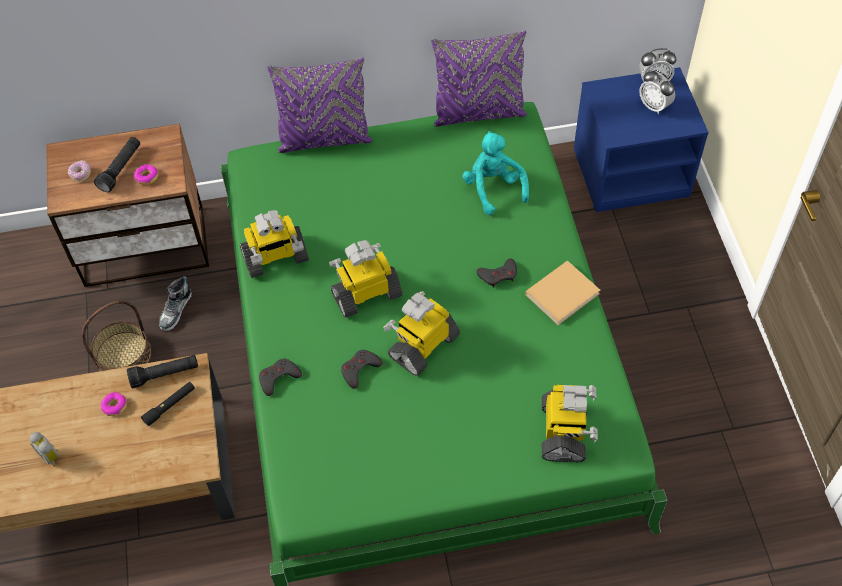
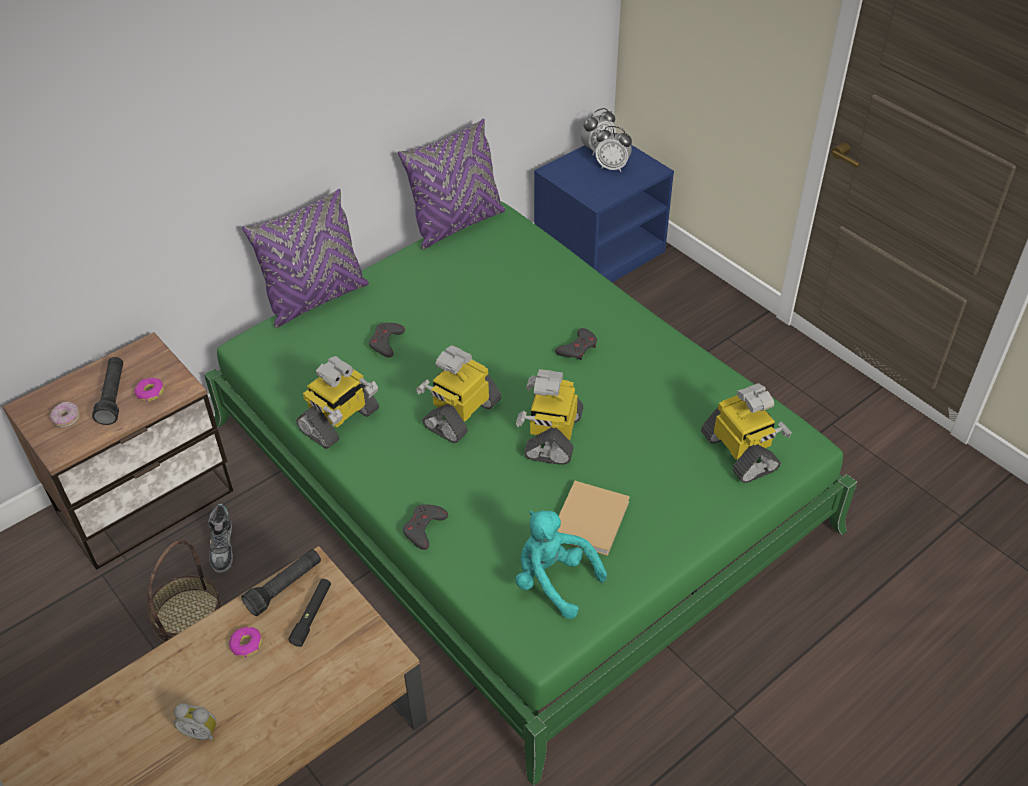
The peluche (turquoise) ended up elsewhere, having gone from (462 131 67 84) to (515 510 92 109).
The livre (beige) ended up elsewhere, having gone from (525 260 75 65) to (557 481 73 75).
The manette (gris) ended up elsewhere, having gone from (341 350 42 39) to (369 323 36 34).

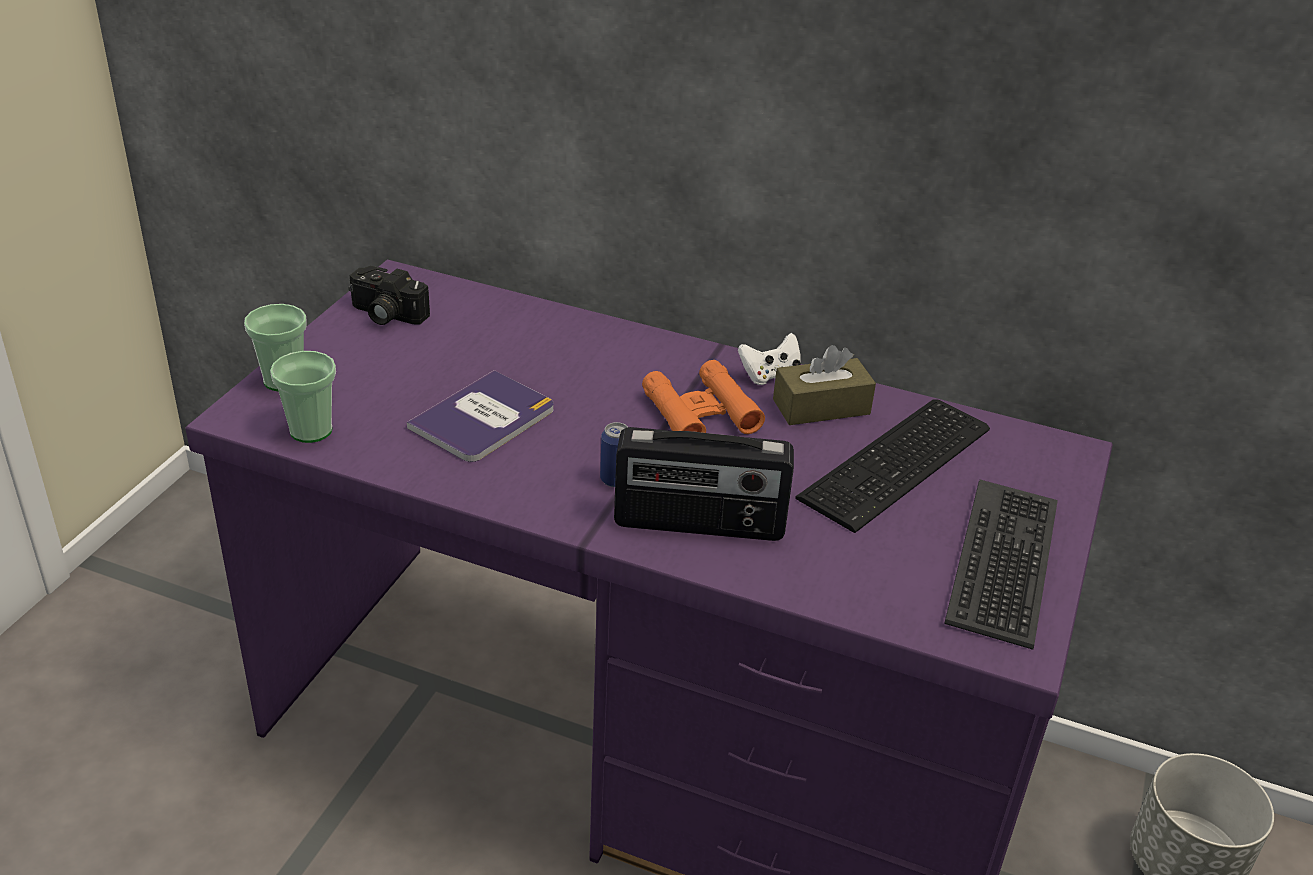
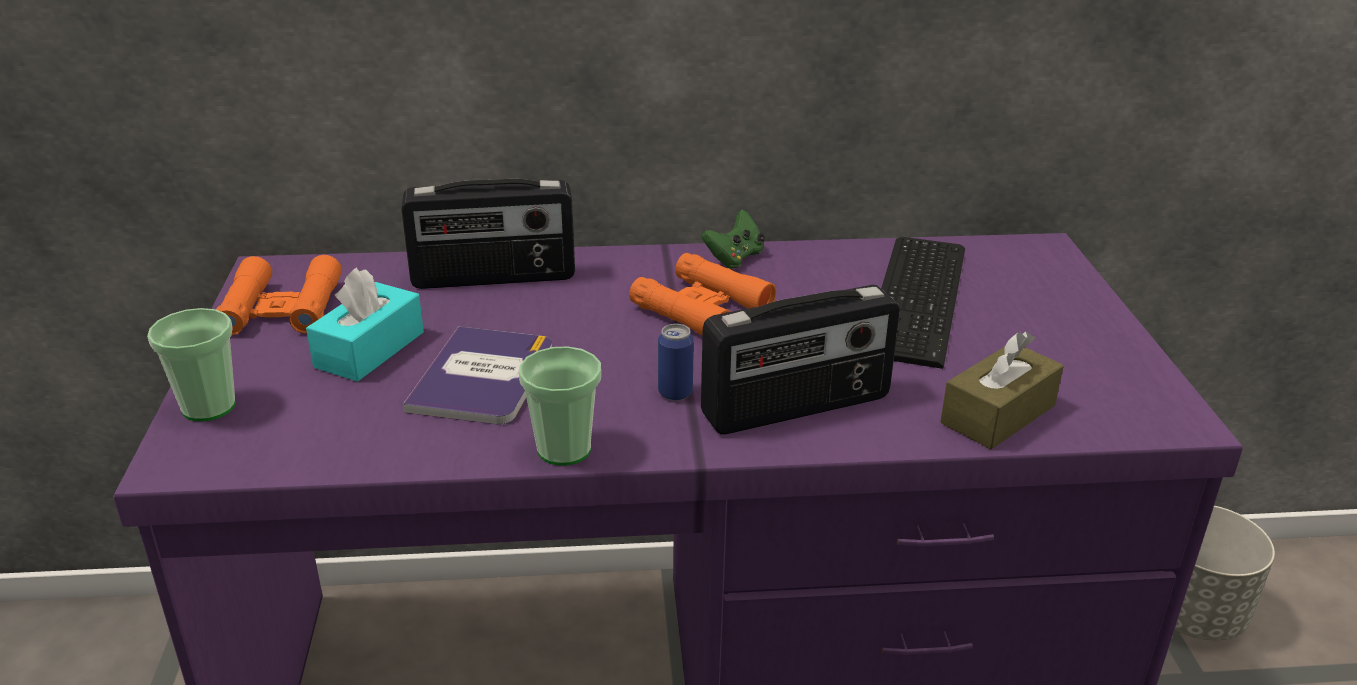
Where the appareil photo stood at (349 266 81 59), the jumelles (orange) came to stand at (216 255 126 80).
What was the manette (blanc) at (738 333 63 52) turned into the manette (vert) at (702 210 63 59).
The boîte à mouchoirs (marron) ended up elsewhere, having gone from (773 345 103 80) to (940 331 124 118).
The tasse ended up elsewhere, having gone from (270 351 66 92) to (519 346 82 120).
The second view lost the clavier at (944 480 114 170).
The second view gained the radio at (402 179 173 110).
The second view gained the boîte à mouchoirs (turquoise) at (306 268 118 114).

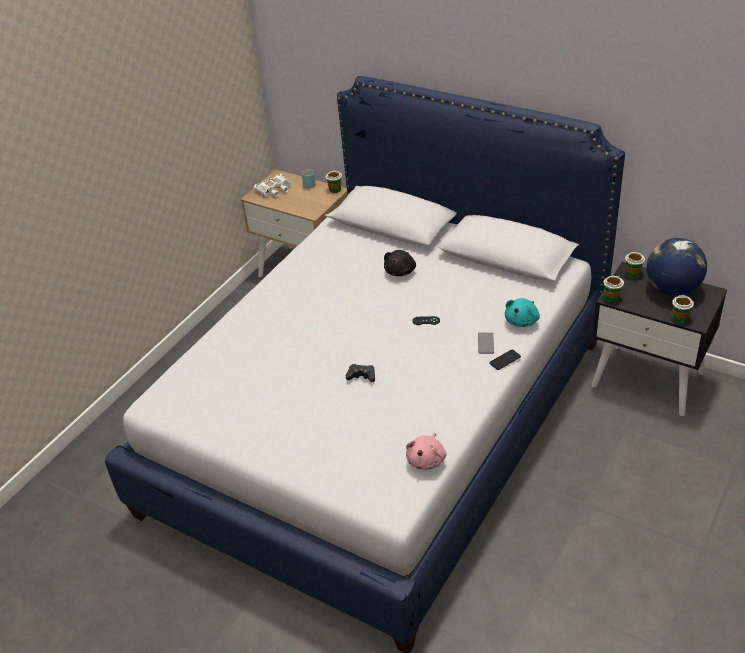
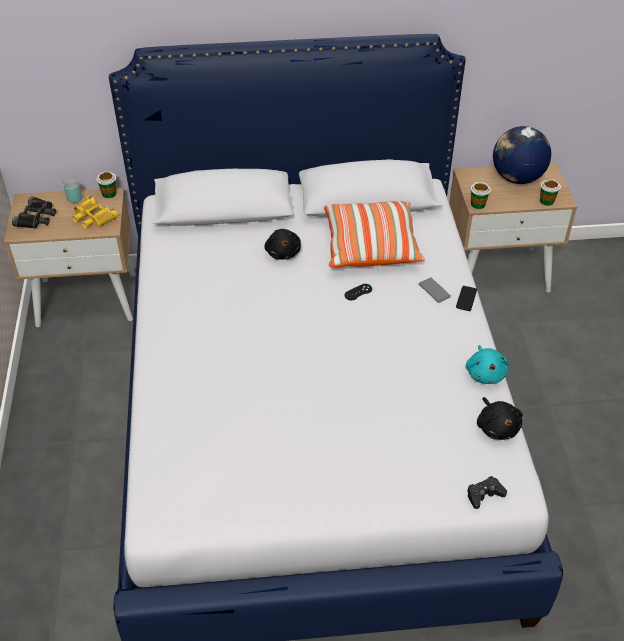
What was the jumelles (blanc) at (254 173 37 24) turned into the jumelles (noir) at (12 196 44 33).
The second view lost the tasse at (625 252 20 26).
What was the table de chevet (noir) at (592 262 135 154) turned into the table de chevet (beige) at (449 162 128 130).
The peluche (turquoise) ended up elsewhere, having gone from (505 298 35 29) to (466 345 43 39).
The manette (noir) ended up elsewhere, having gone from (346 364 29 18) to (467 476 40 33).
What was the peluche (rose) at (406 433 40 37) turned into the peluche (noir) at (477 397 46 43).
The second view gained the jumelles (jaune) at (72 196 46 33).
The second view gained the coussin at (324 201 101 66).

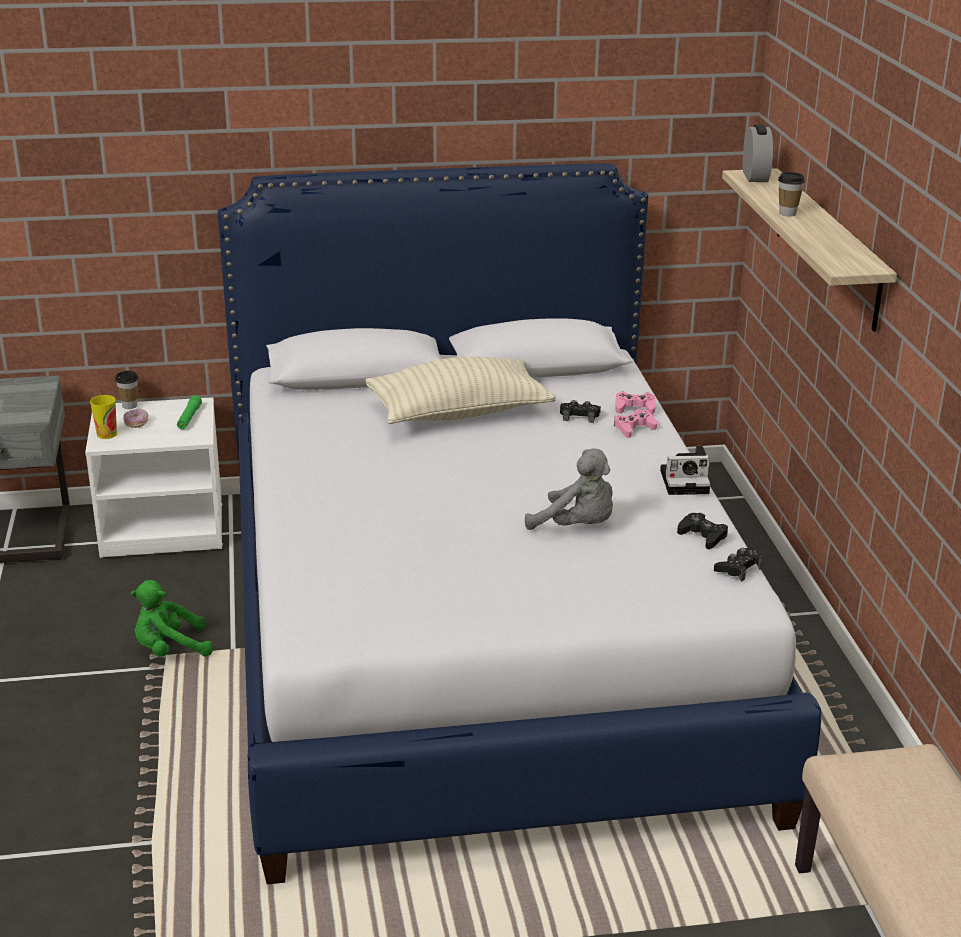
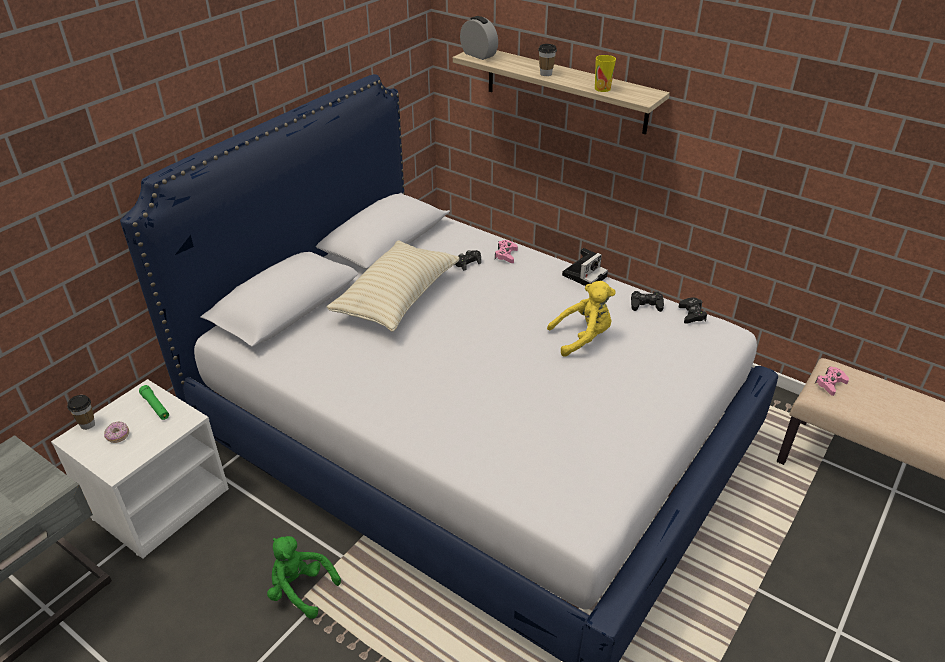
The manette (rose) ended up elsewhere, having gone from (615 392 40 23) to (815 367 34 29).
The tasse ended up elsewhere, having gone from (90 395 27 44) to (595 55 21 37).
What was the peluche (gris) at (525 448 88 82) turned into the peluche (jaune) at (547 281 69 76).
The peluche (vert) at (130 580 83 77) ended up facing another way, 90 degrees clockwise from before.

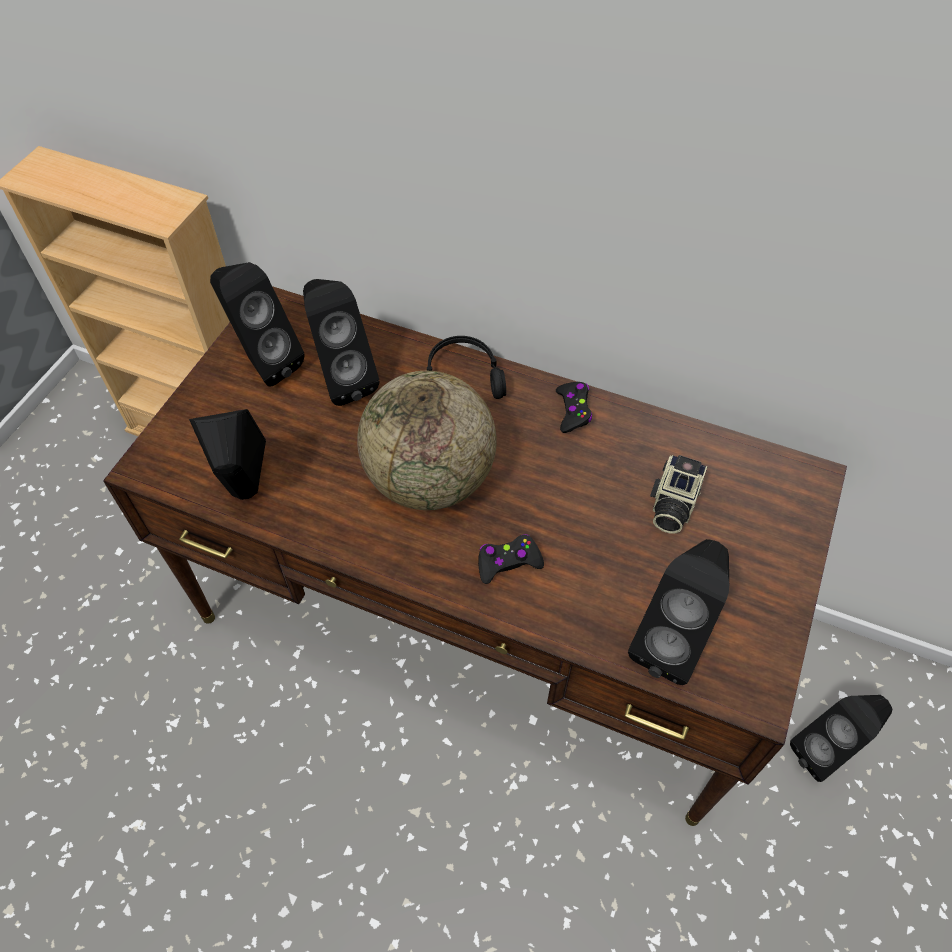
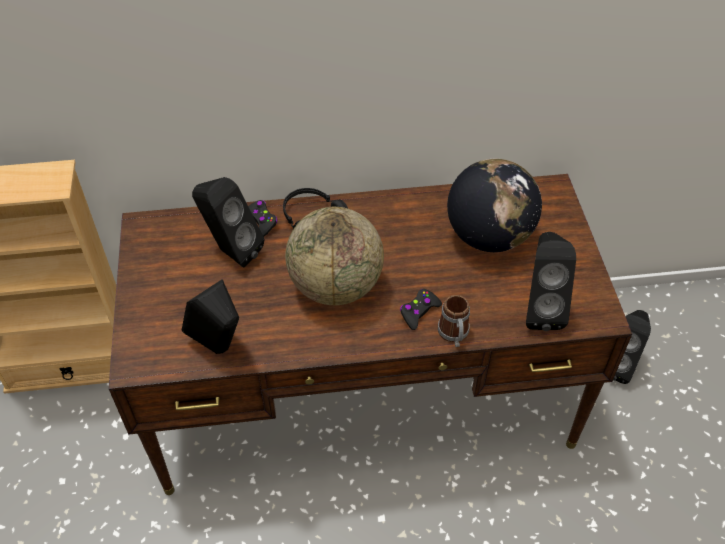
The second view lost the enceinte (noir) at (210 262 95 125).
The manette (noir) ended up elsewhere, having gone from (556 382 36 51) to (248 200 30 37).
Where the appareil photo stood at (650 455 58 79), the globe came to stand at (447 159 95 93).
The second view gained the mug at (438 295 32 52).

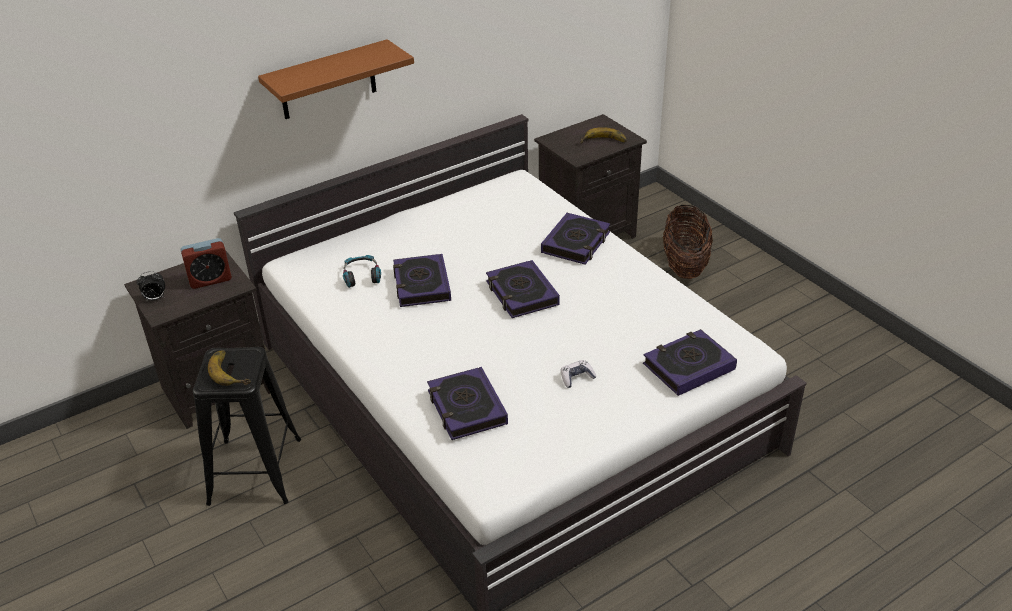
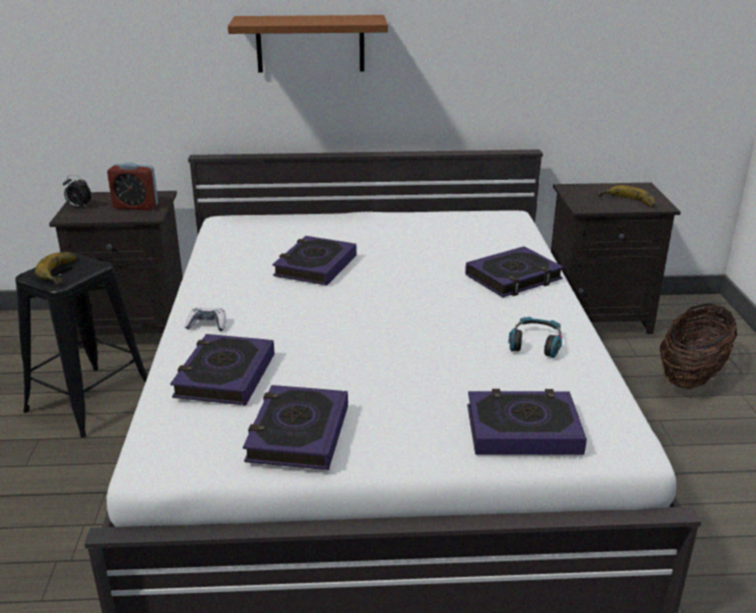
The casque audio ended up elsewhere, having gone from (343 255 38 33) to (509 317 53 41).
The livre ended up elsewhere, having gone from (486 260 74 58) to (243 385 105 85).
The manette ended up elsewhere, having gone from (561 360 36 28) to (185 307 41 24).

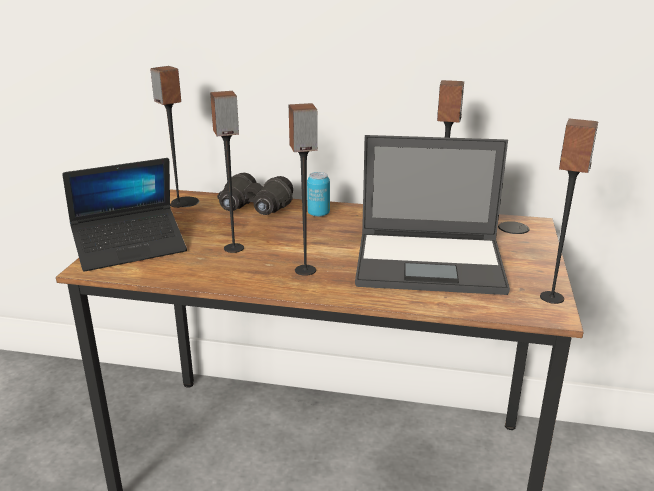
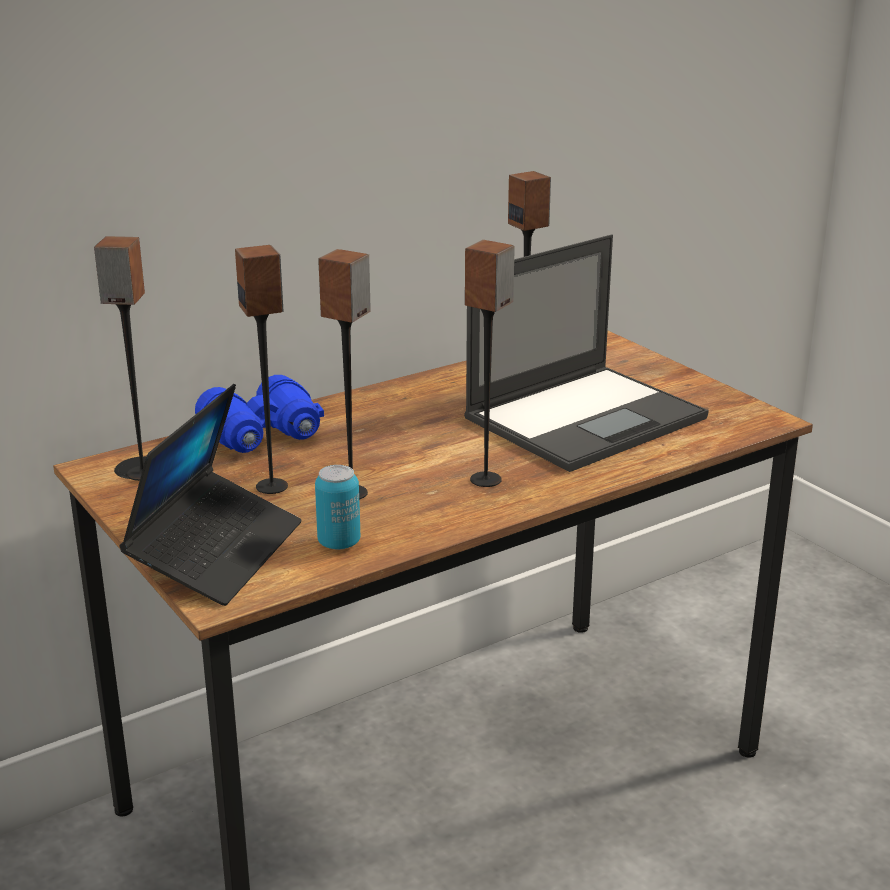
The enceinte ended up elsewhere, having gone from (540 118 58 186) to (235 245 53 249).
The boîte métallique ended up elsewhere, having gone from (307 172 23 45) to (315 465 46 85).
What was the jumelles (noir) at (217 173 76 42) turned into the jumelles (bleu) at (195 375 129 78).

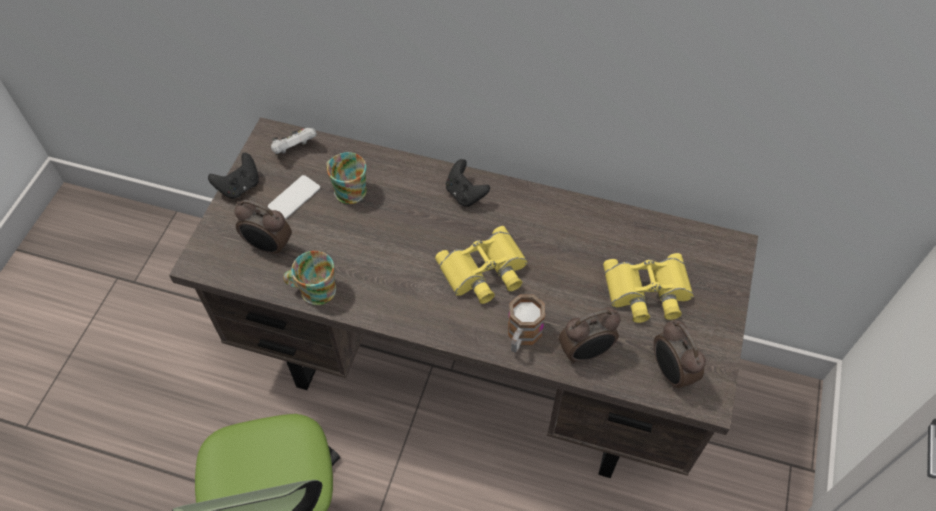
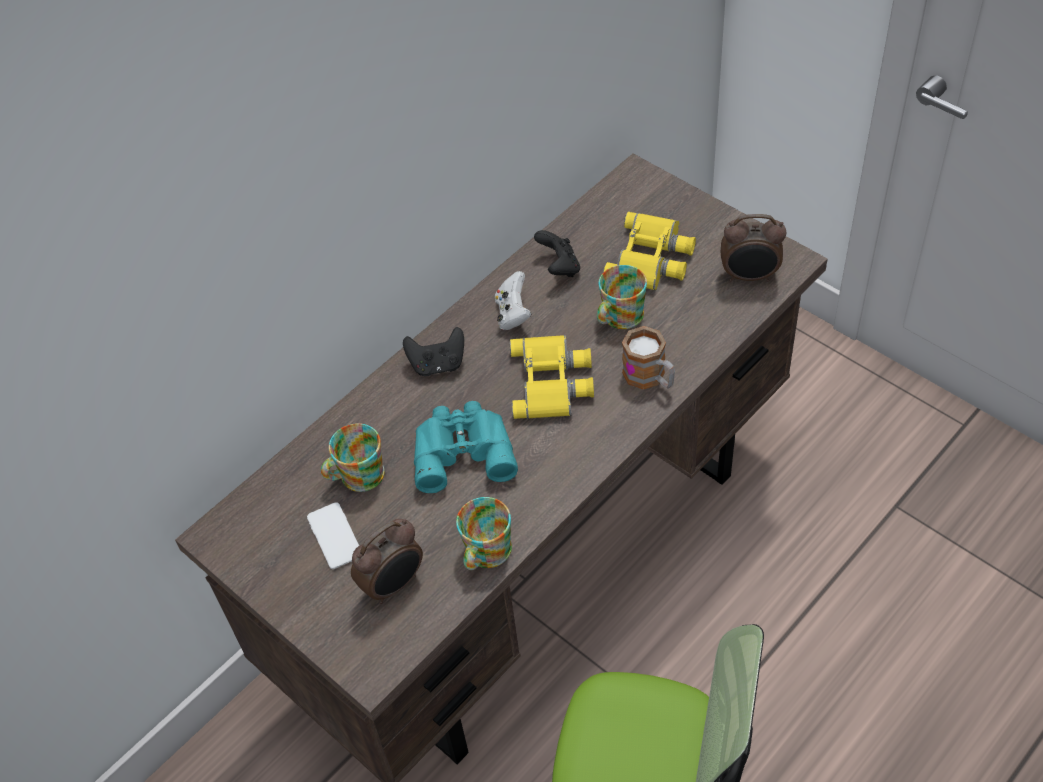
The manette (blanc) ended up elsewhere, having gone from (271 128 46 26) to (495 271 36 59).
The manette (noir) ended up elsewhere, having gone from (208 153 51 46) to (534 230 46 47).
The second view lost the réveil at (559 308 61 56).
The second view gained the mug at (597 265 50 64).
The second view gained the jumelles (turquoise) at (414 401 104 92).

